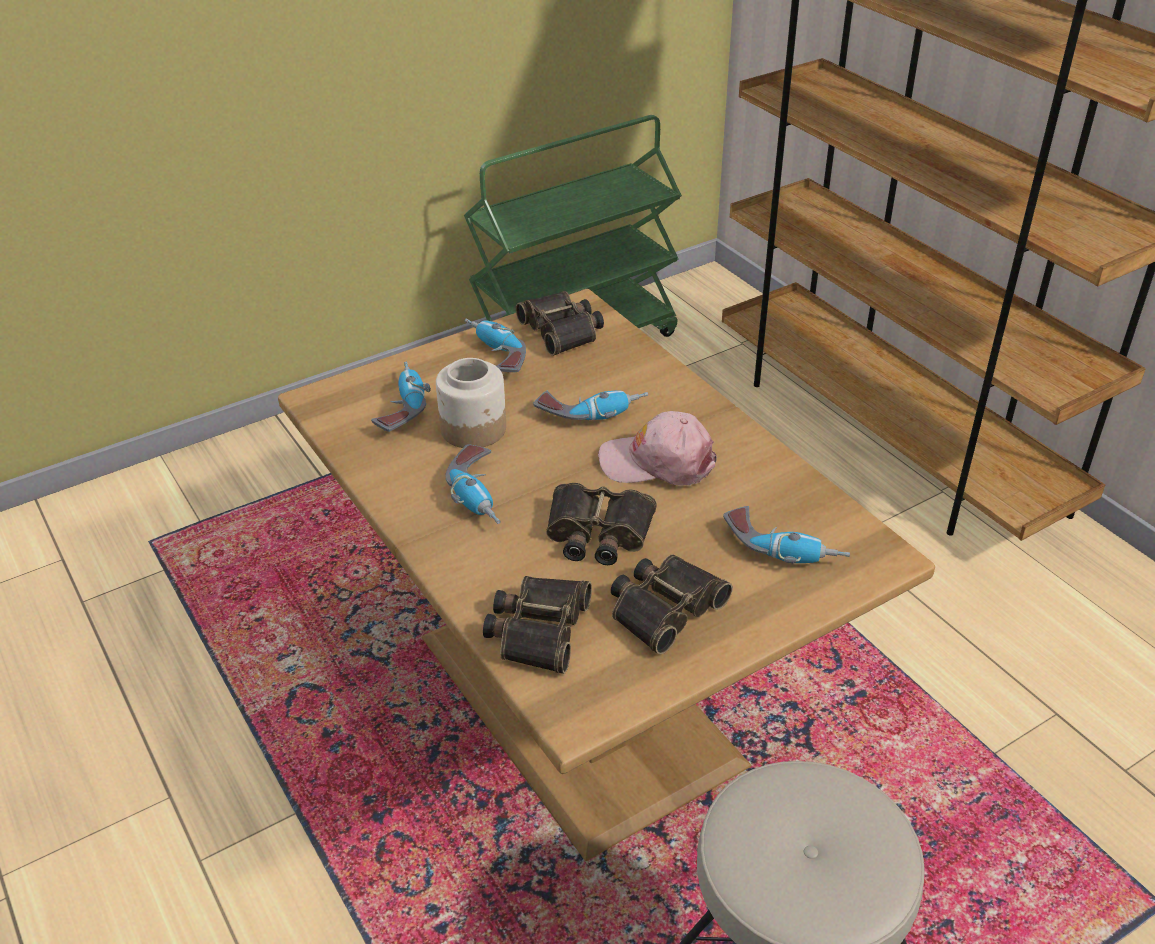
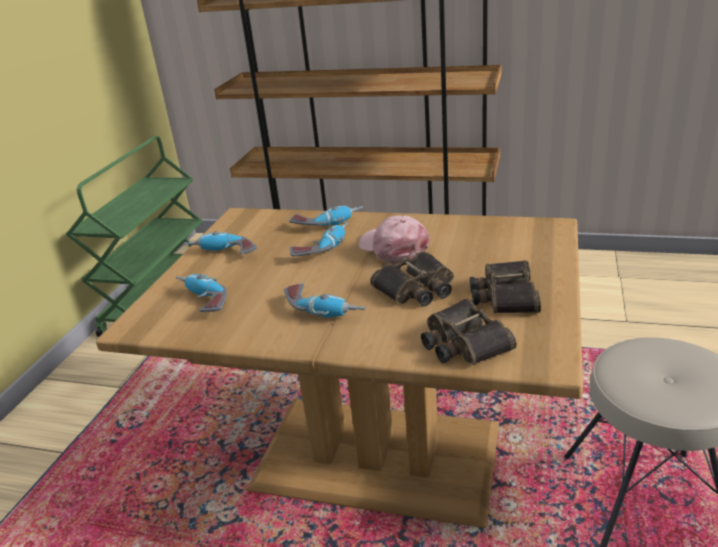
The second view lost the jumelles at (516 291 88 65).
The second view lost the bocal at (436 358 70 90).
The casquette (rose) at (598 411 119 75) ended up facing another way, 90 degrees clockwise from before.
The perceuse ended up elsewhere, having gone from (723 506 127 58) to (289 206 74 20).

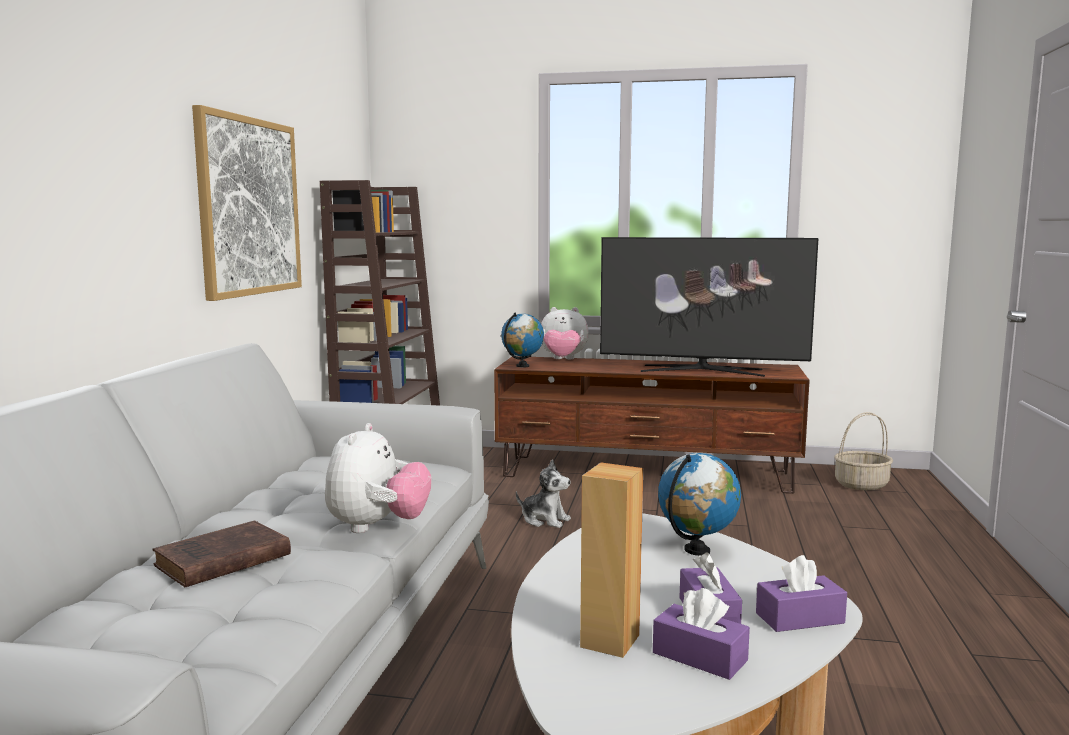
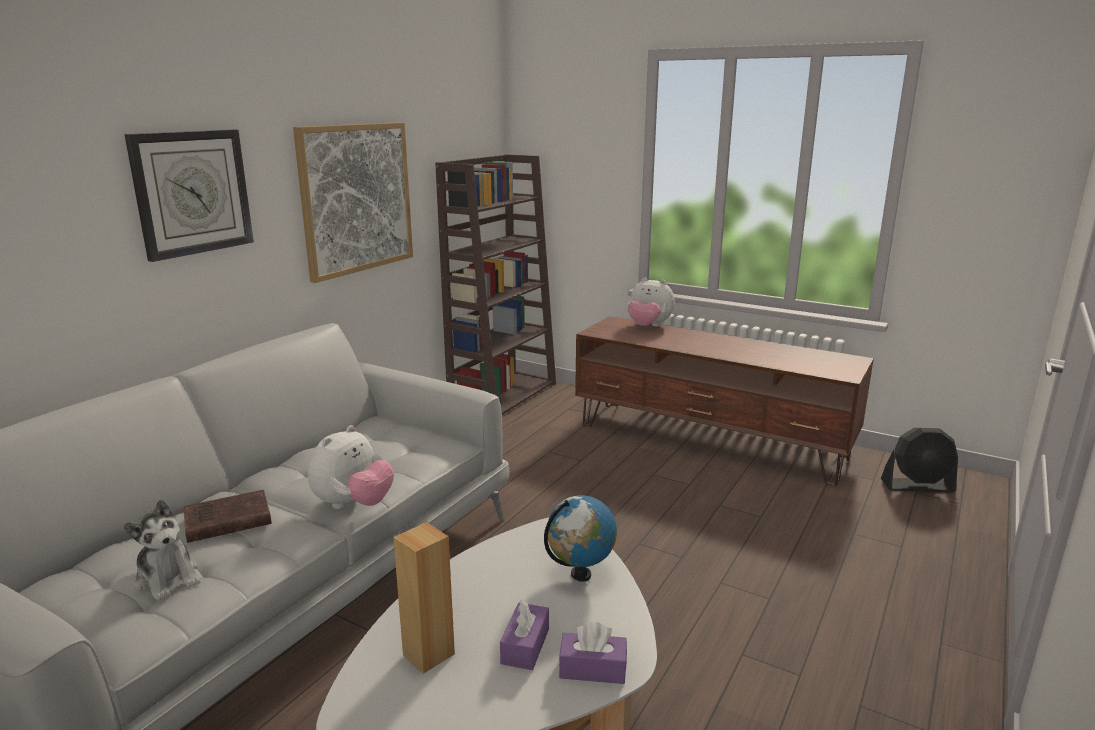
The second view lost the téléviseur at (600 237 219 140).
The second view lost the globe at (501 313 43 55).
Where the panier stood at (834 412 59 78), the ventilateur (noir) came to stand at (881 428 77 65).
The peluche ended up elsewhere, having gone from (516 459 55 69) to (124 499 77 102).
The second view lost the boîte à mouchoirs (violet) at (653 588 97 92).
The second view gained the horloge murale at (124 130 130 132).

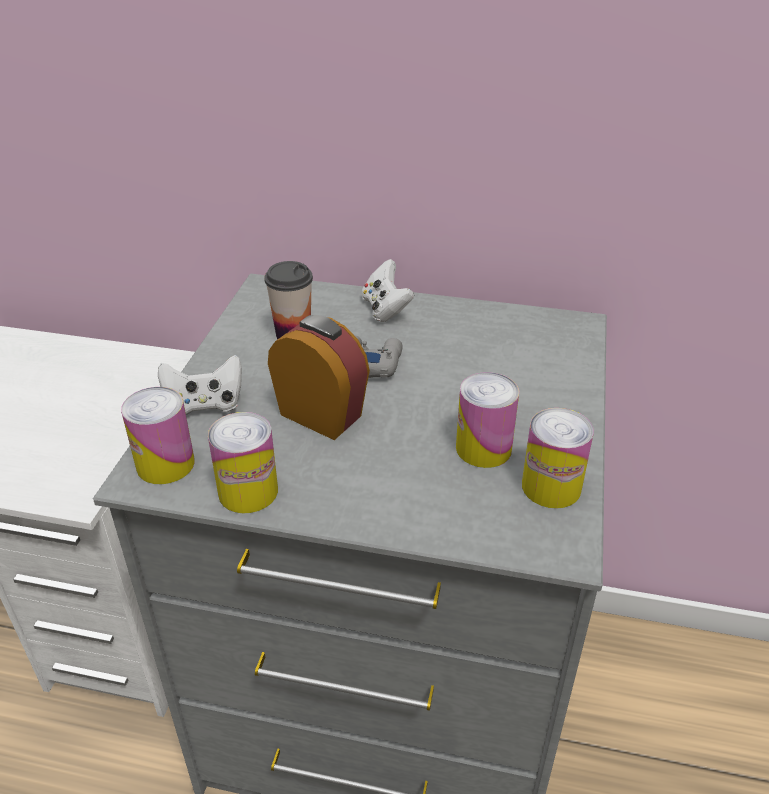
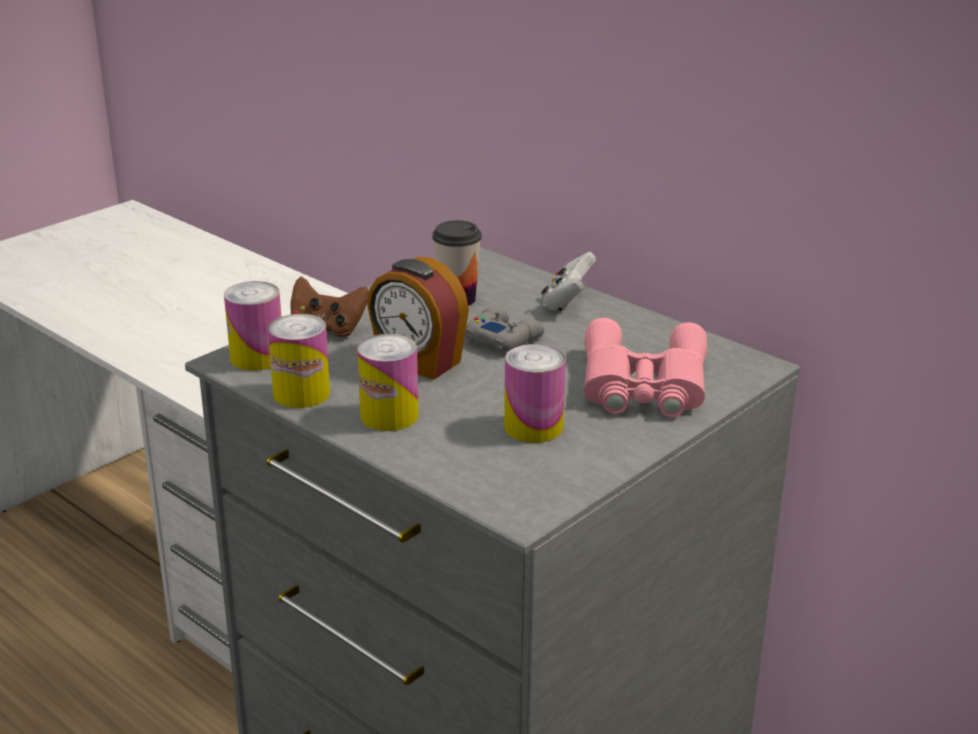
The réveil at (268 315 102 125) ended up facing another way, 150 degrees clockwise from before.
What was the manette (blanc) at (158 355 84 60) turned into the manette (marron) at (290 277 79 60).
The boîte métallique ended up elsewhere, having gone from (522 408 72 101) to (357 334 62 97).
The second view gained the jumelles (rose) at (584 318 123 99).

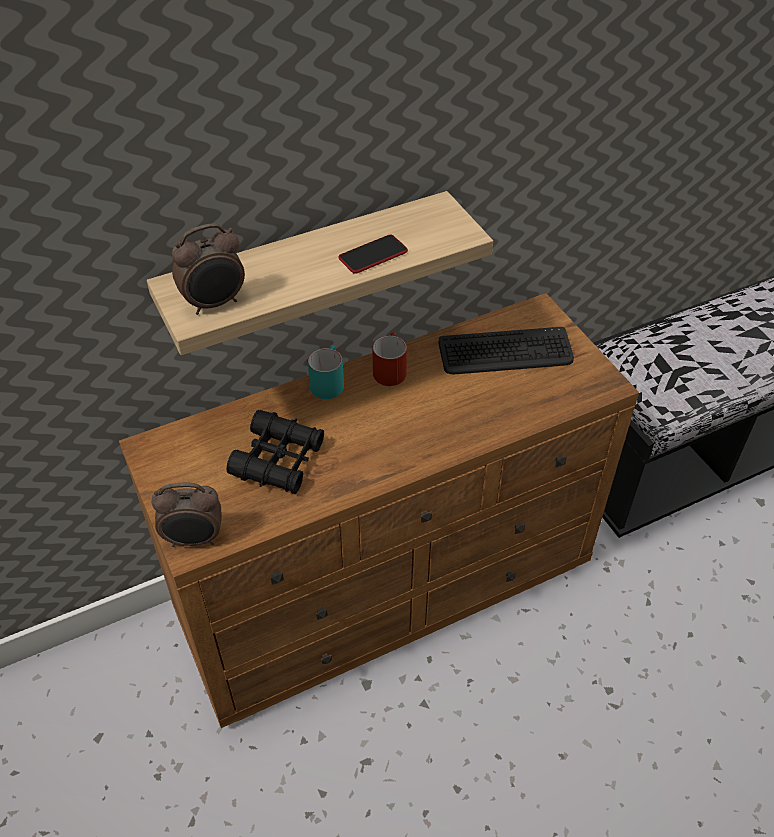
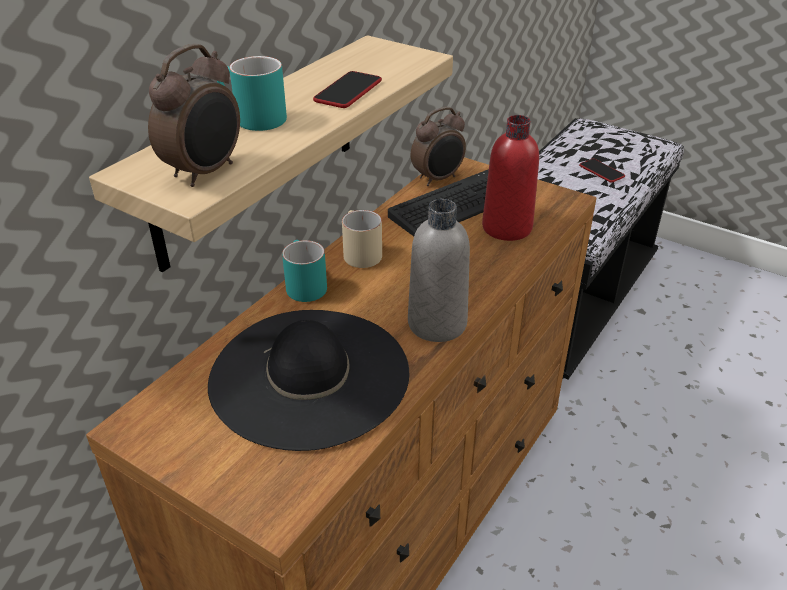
What was the mug (rouge) at (372 332 35 54) turned into the mug (beige) at (342 210 40 58).
Where the jumelles (noir) stood at (226 410 98 84), the chapeau (noir) came to stand at (208 310 201 141).
The réveil ended up elsewhere, having gone from (152 483 70 64) to (411 107 55 79).
The second view gained the mug (turquoise) at (217 56 70 75).
The second view gained the bouteille (rouge) at (482 115 57 126).
The second view gained the téléphone at (579 159 46 24).
The second view gained the bouteille (gris) at (408 199 62 143).

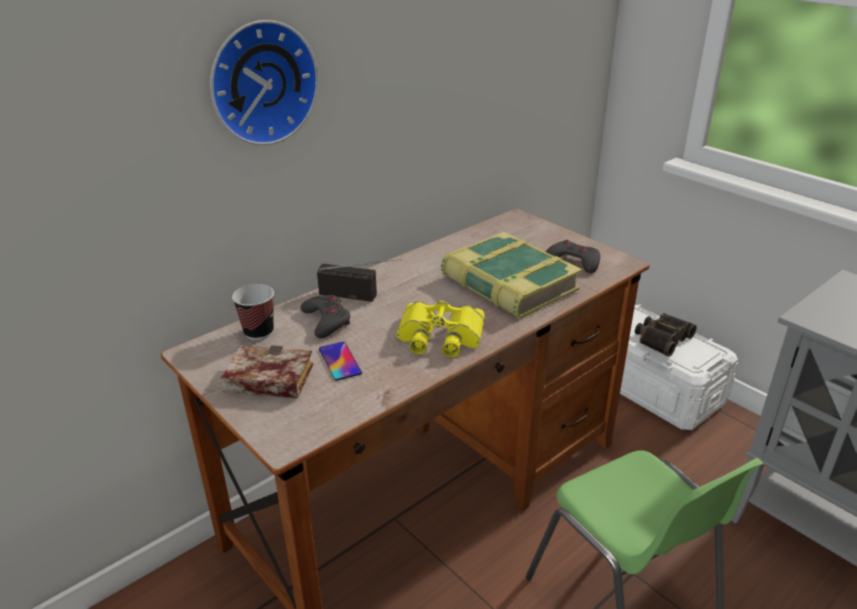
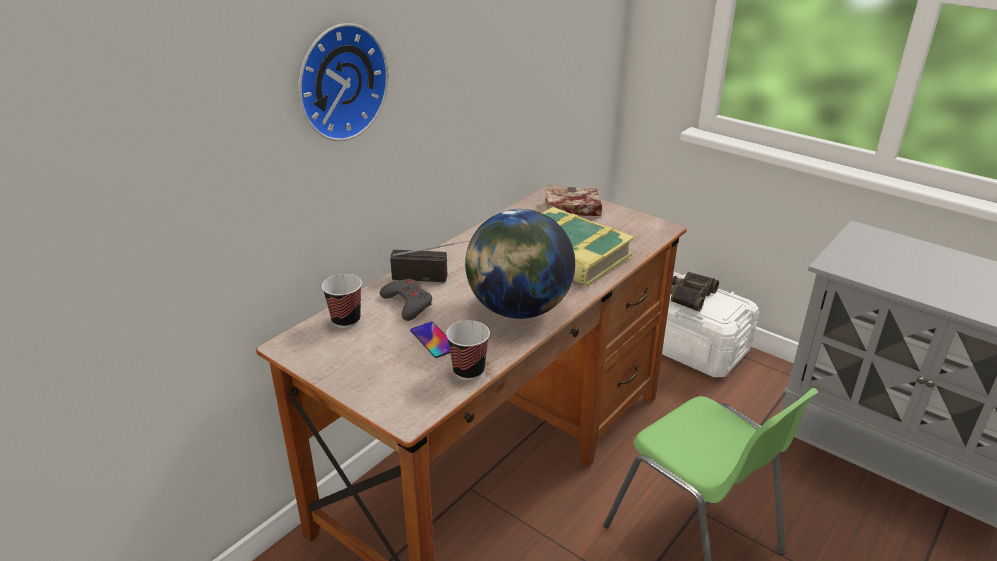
The second view lost the manette (gris) at (546 240 54 33).
Where the jumelles (jaune) stood at (396 300 89 58), the globe came to stand at (465 209 110 110).
The livre ended up elsewhere, having gone from (221 345 92 53) to (545 187 57 29).
The second view gained the tasse at (446 320 44 60).

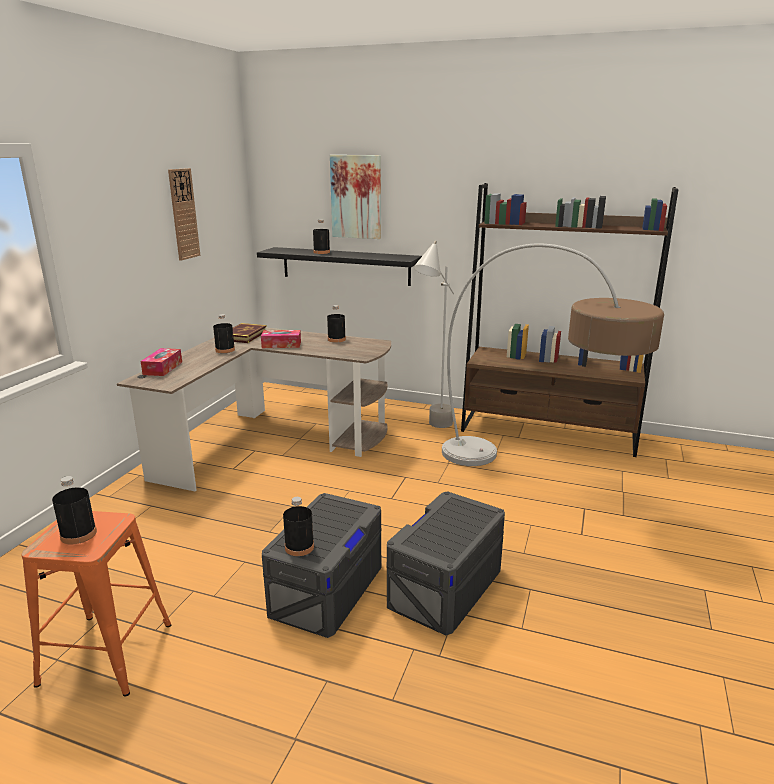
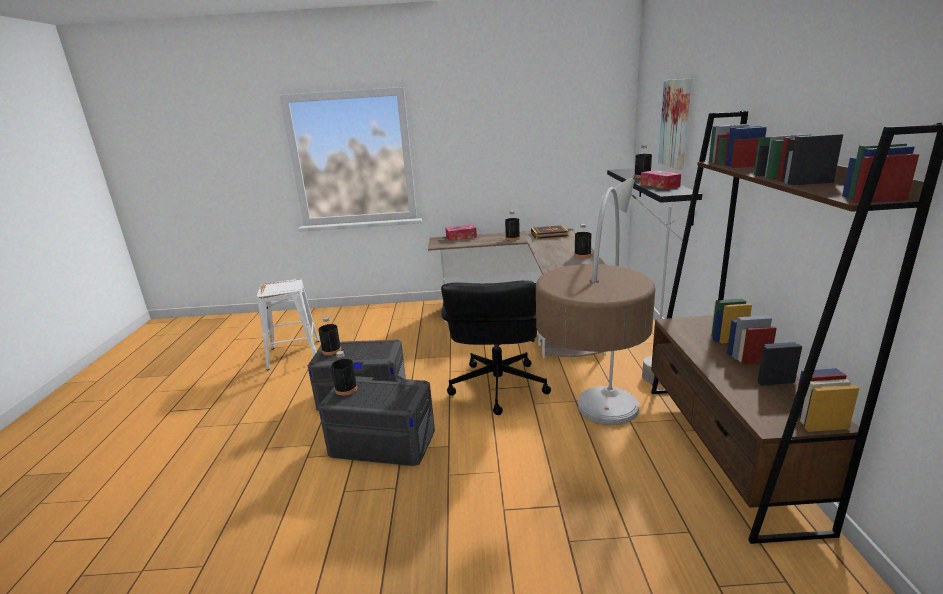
The second view lost the horloge murale at (168 168 32 93).
The boîte à mouchoirs ended up elsewhere, having gone from (261 330 40 18) to (641 170 40 19).
The bouteille (noir) ended up elsewhere, having gone from (52 476 45 68) to (331 351 26 45).
What was the tabouret (orange) at (22 511 149 185) turned into the tabouret (blanc) at (257 279 63 91).
The second view gained the chaise de bureau (noir) at (441 280 110 135).

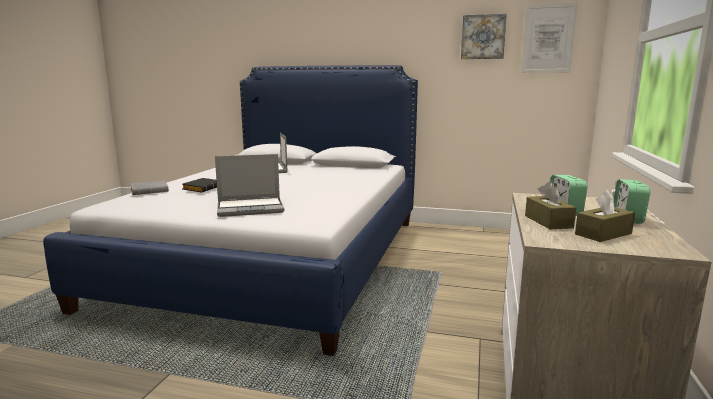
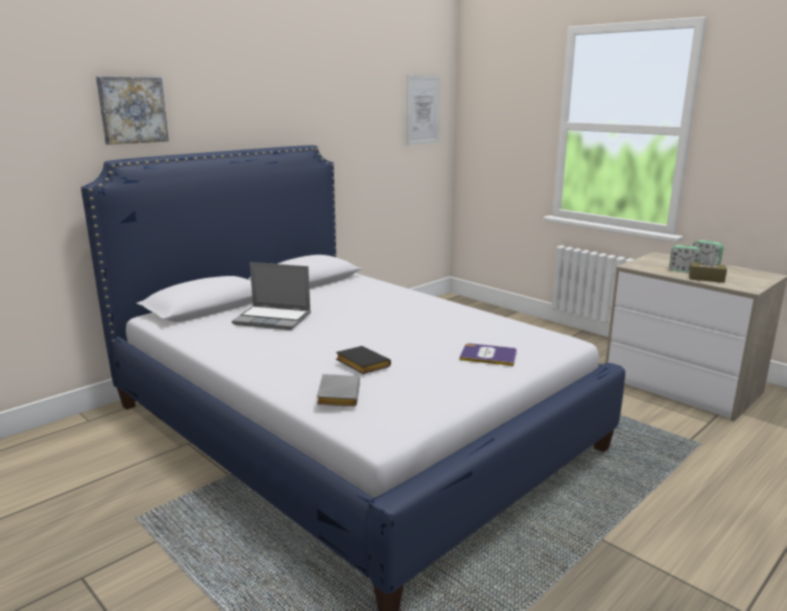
The tableau ended up elsewhere, having gone from (461 14 46 45) to (96 77 73 68).
Where the ordinateur portable stood at (215 154 69 63), the livre came to stand at (459 343 58 23).
The second view lost the boîte à mouchoirs (marron) at (575 190 60 52).

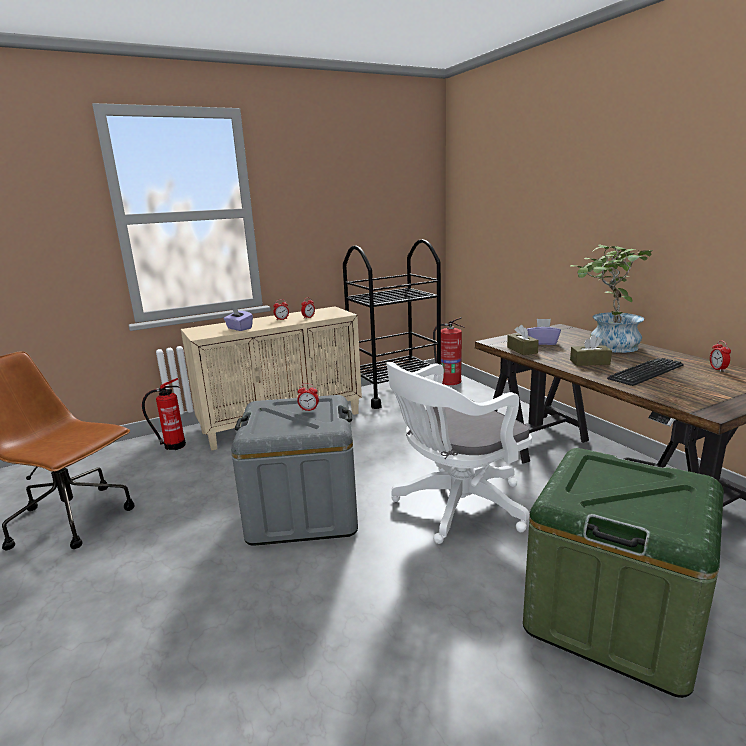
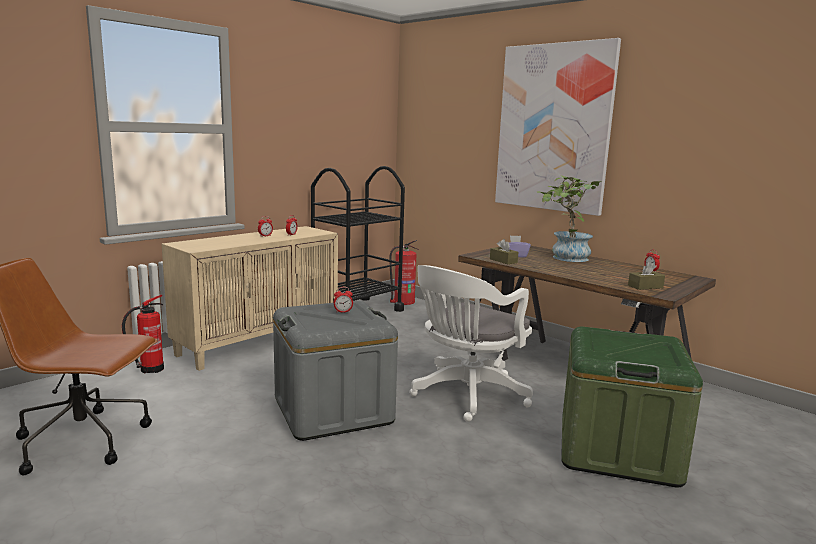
The second view lost the boîte à mouchoirs (violet) at (224 307 29 24).
The boîte à mouchoirs (marron) ended up elsewhere, having gone from (570 335 42 31) to (628 262 37 28).
The second view lost the clavier at (607 358 77 28).
The second view gained the tableau at (495 38 126 178).

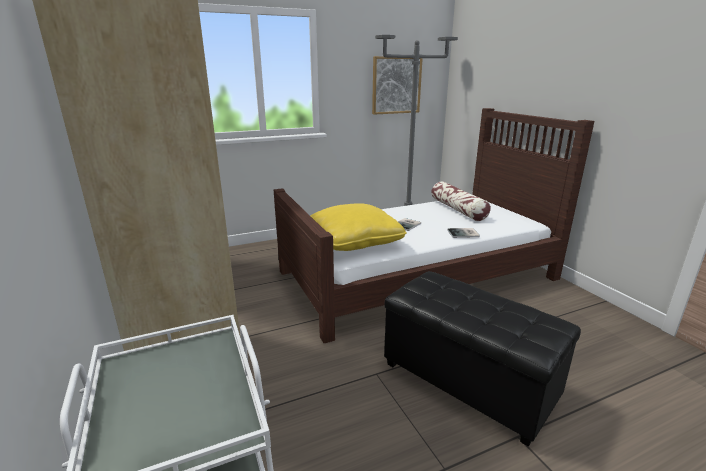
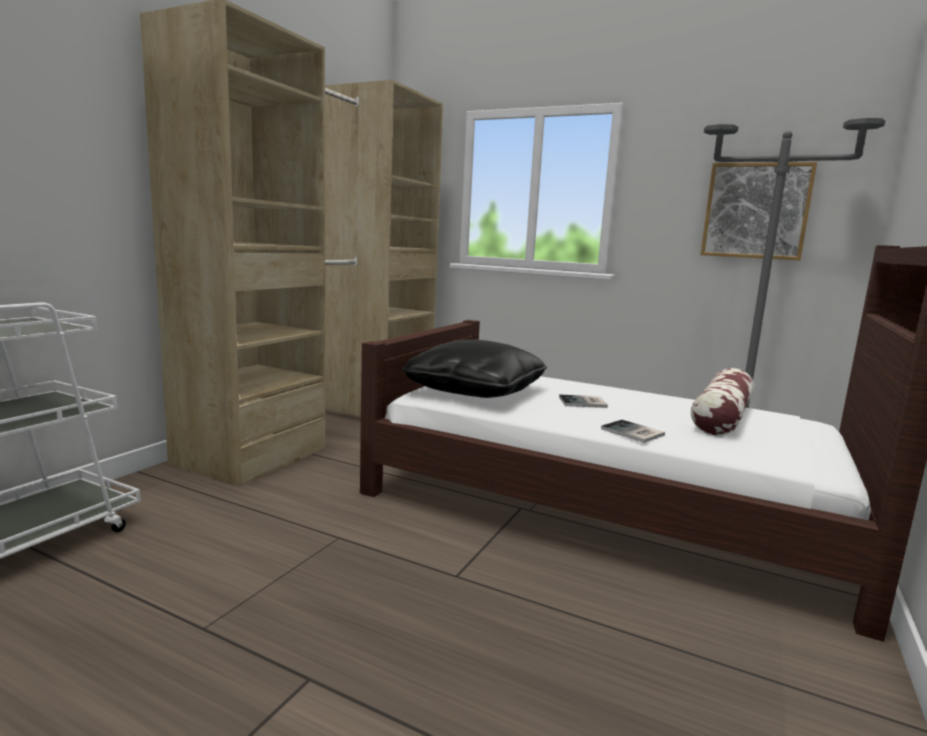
What was the coussin (jaune) at (311 203 96 48) turned into the coussin (noir) at (402 339 145 59).
The second view lost the pouf (noir) at (384 271 197 176).

